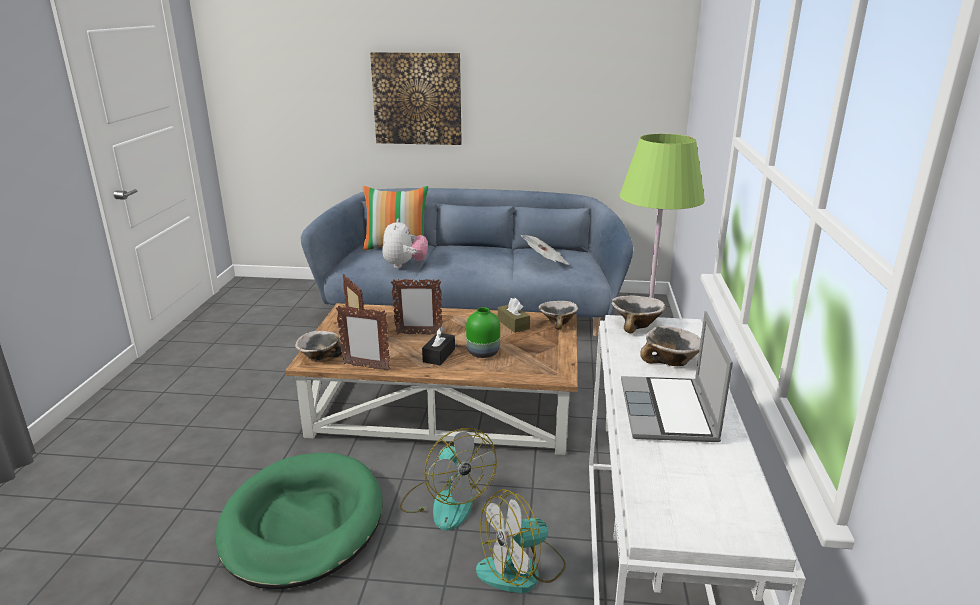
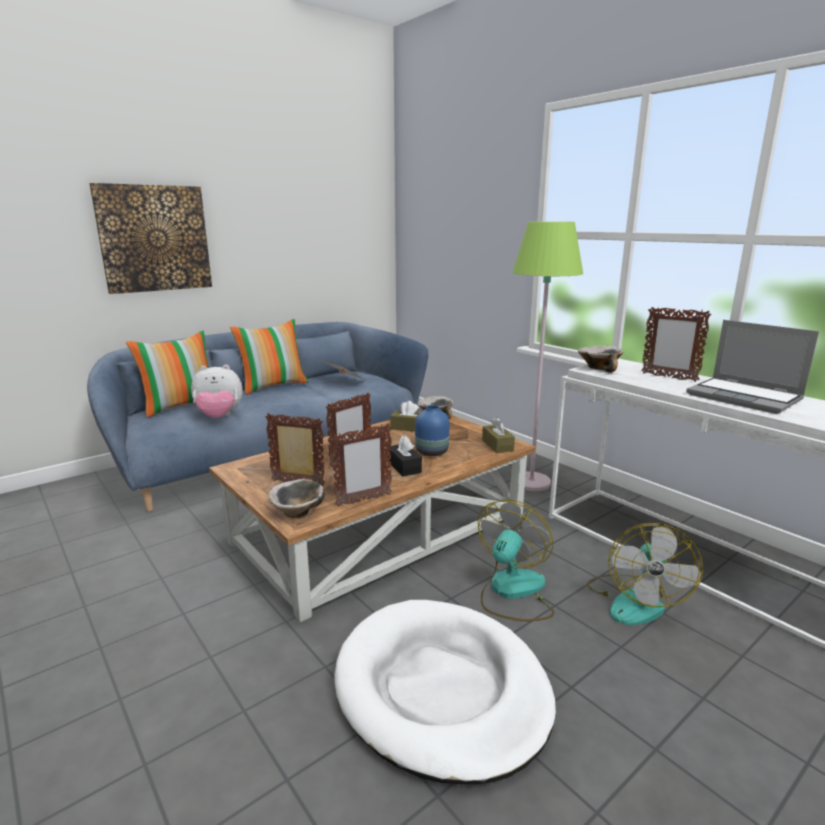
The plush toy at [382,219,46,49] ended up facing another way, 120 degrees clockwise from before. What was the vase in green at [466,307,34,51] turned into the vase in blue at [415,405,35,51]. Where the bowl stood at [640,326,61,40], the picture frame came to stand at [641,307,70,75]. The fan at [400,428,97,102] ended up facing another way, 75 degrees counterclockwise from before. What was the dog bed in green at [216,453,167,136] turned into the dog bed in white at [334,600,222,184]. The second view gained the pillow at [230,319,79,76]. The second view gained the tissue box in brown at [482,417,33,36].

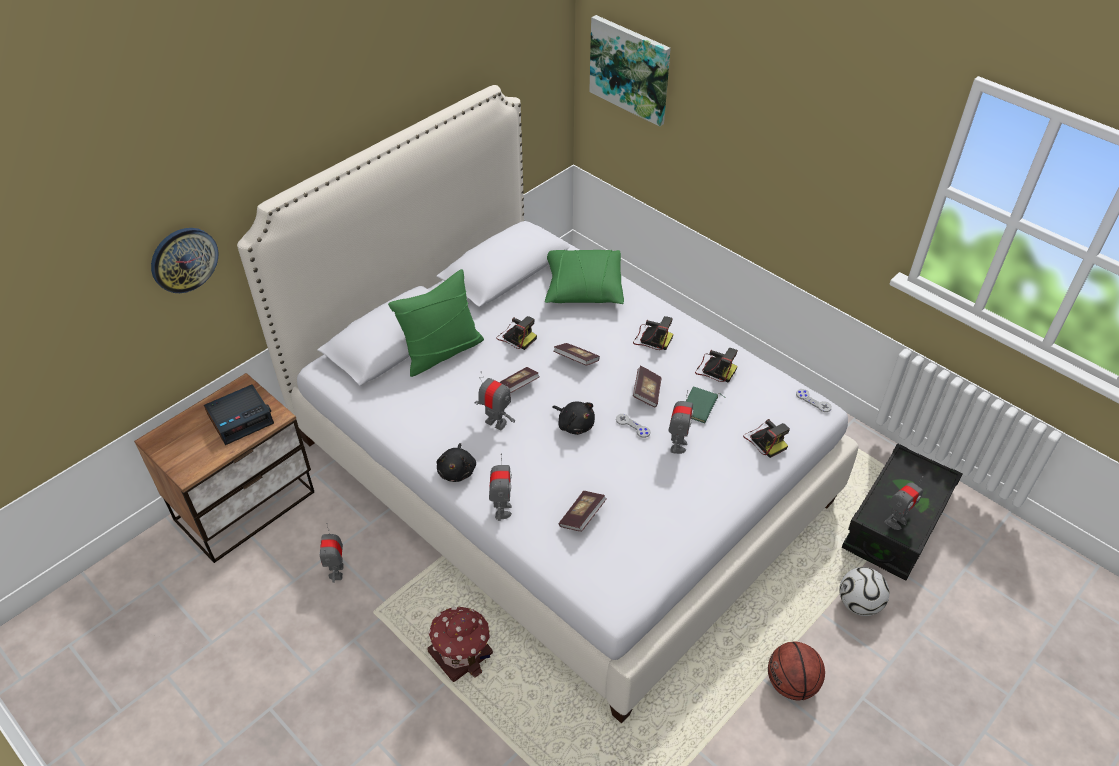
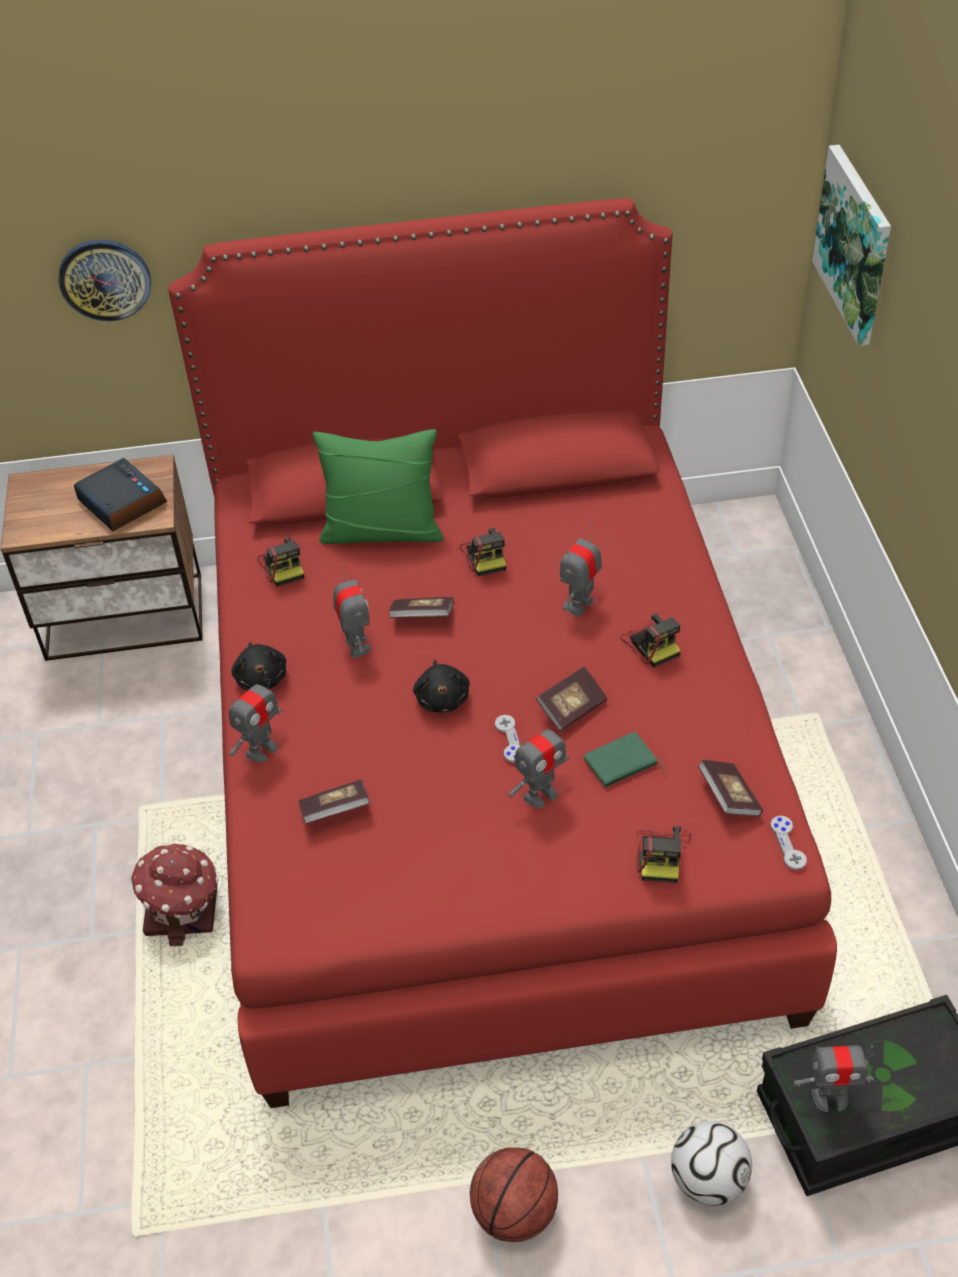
What was the bed in white at [237,85,621,639] turned into the bed in red at [168,198,669,910]. The second view lost the pillow in green at [545,250,79,54]. The book ended up elsewhere, having gone from [554,343,46,23] to [698,760,65,56]. The photo camera ended up elsewhere, having gone from [695,348,43,35] to [257,537,47,50]. The alarm clock at [204,384,70,61] ended up facing another way, 135 degrees counterclockwise from before. The plush toy in black at [436,443,40,39] ended up facing another way, 60 degrees counterclockwise from before. The toy robot ended up elsewhere, having gone from [320,523,24,60] to [560,523,42,94].

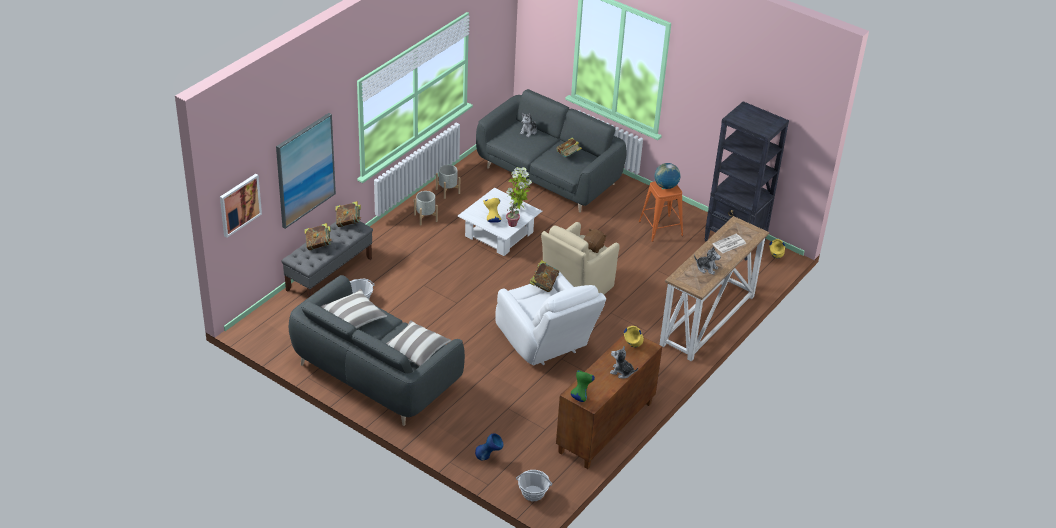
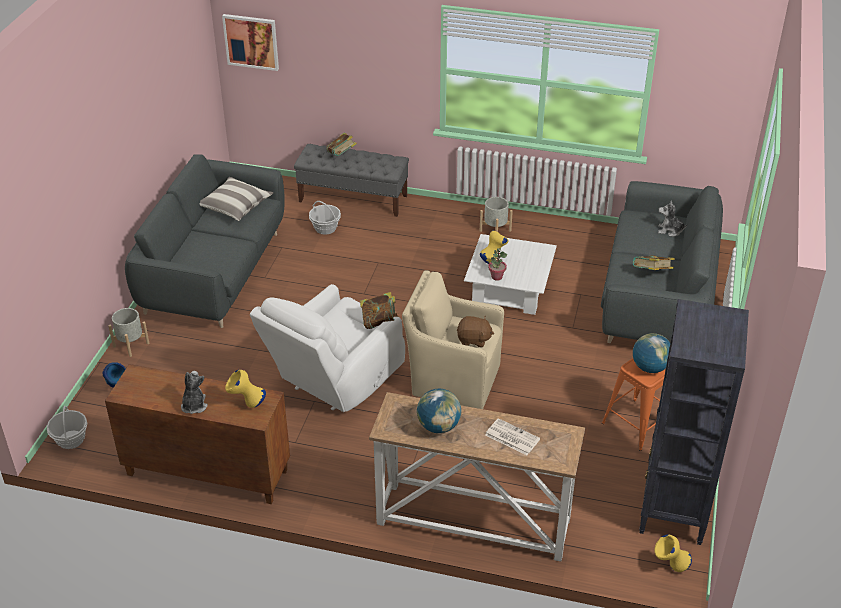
The second view lost the picture at [276,113,60,116]. The planter in grey ended up elsewhere, having gone from [436,165,24,34] to [108,308,41,49]. The second view lost the potted plant at [506,167,26,43]. The second view lost the book at [335,201,26,26]. Where the plush toy stood at [694,246,27,29], the globe came to stand at [417,389,44,44]. The second view lost the pillow at [386,320,65,47]. The second view lost the vase in green at [571,370,24,32].

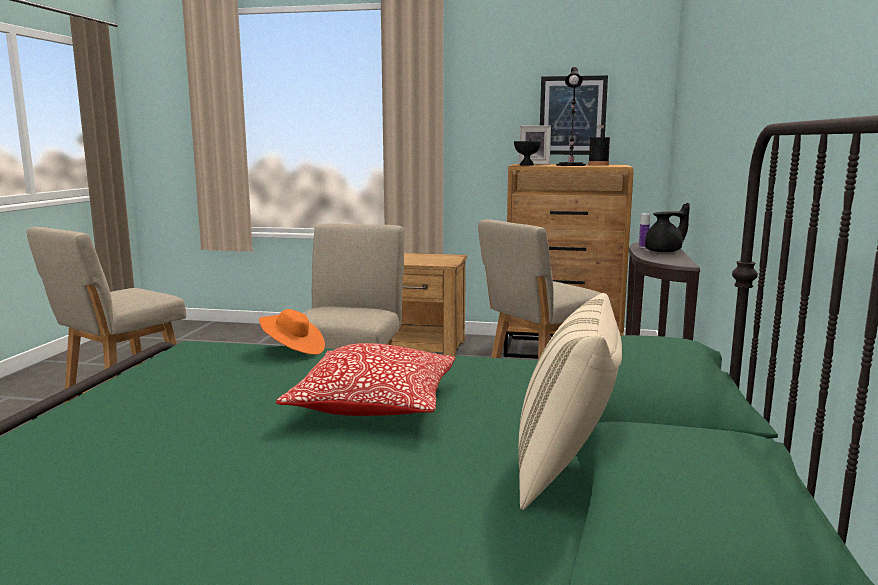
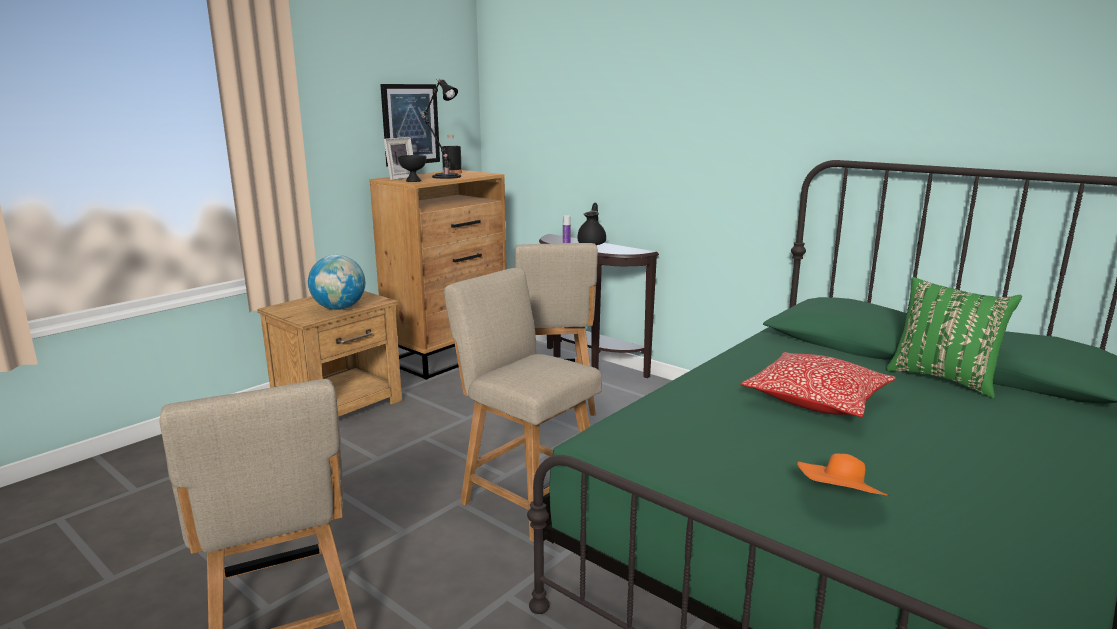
What was the pillow in beige at [518,293,104,217] turned into the pillow in green at [886,277,136,121]. The hat in orange ended up elsewhere, having gone from [259,309,66,46] to [797,454,93,43]. The second view gained the globe at [308,255,57,55].

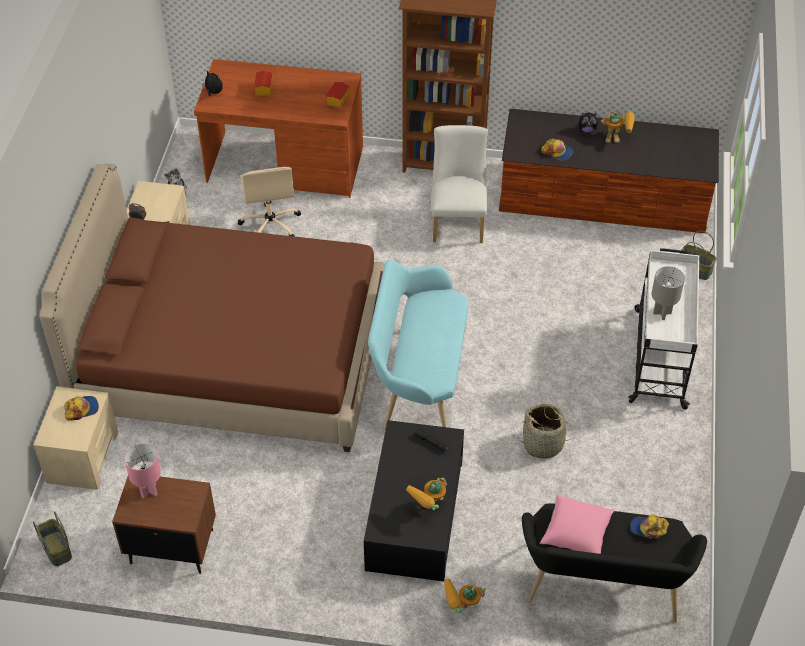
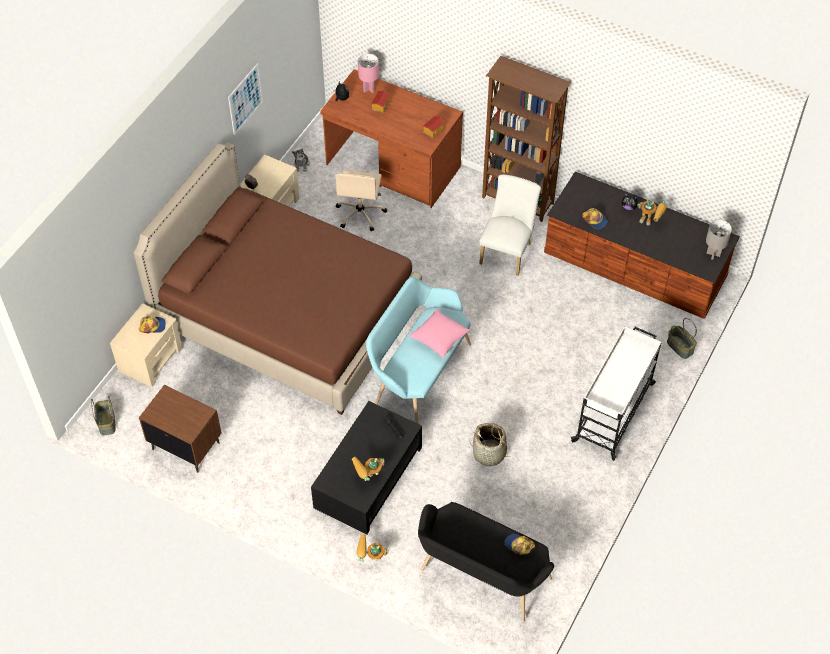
The table lamp in grey ended up elsewhere, having gone from [652,266,33,54] to [706,220,26,40]. The table lamp in pink ended up elsewhere, having gone from [124,444,37,54] to [358,54,21,39]. The pillow in pink ended up elsewhere, having gone from [540,494,75,60] to [409,309,61,49]. The second view gained the picture at [228,63,35,72].

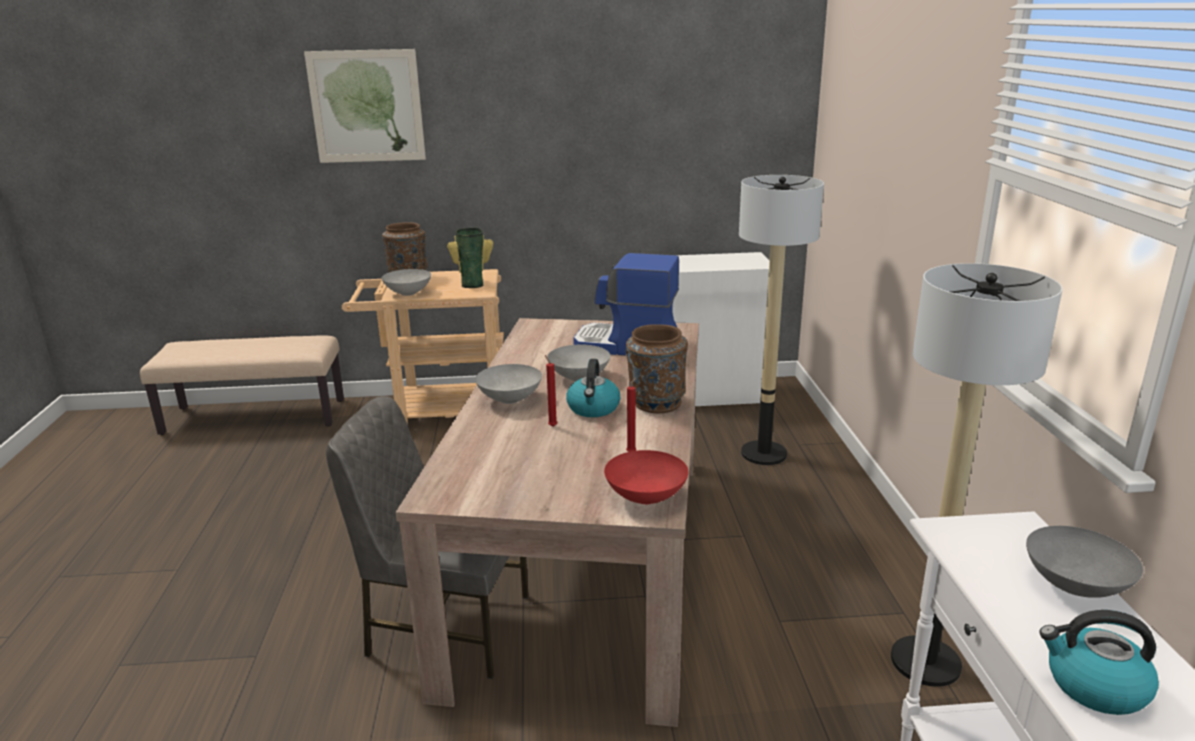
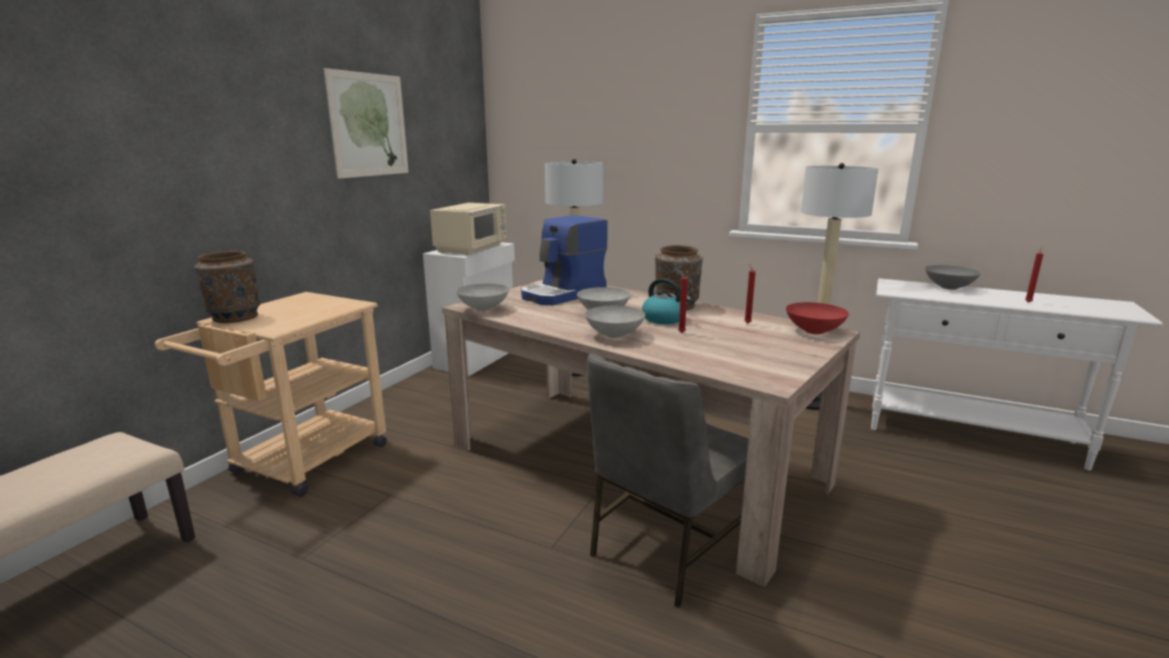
The picture ended up elsewhere, having gone from [304,49,122,114] to [323,68,86,111]. The second view lost the vase at [447,228,46,60]. The bowl in grey ended up elsewhere, having gone from [382,269,49,27] to [456,283,53,28]. Where the kettle stood at [1039,610,120,105], the candle in red came to stand at [1025,247,18,56]. The second view gained the microwave in beige at [430,203,77,52].

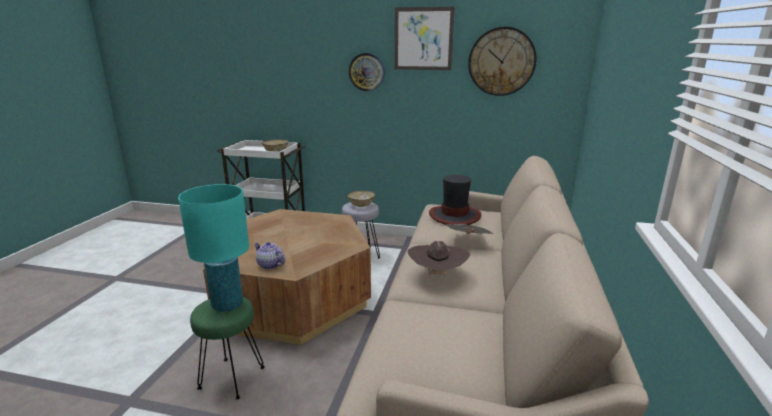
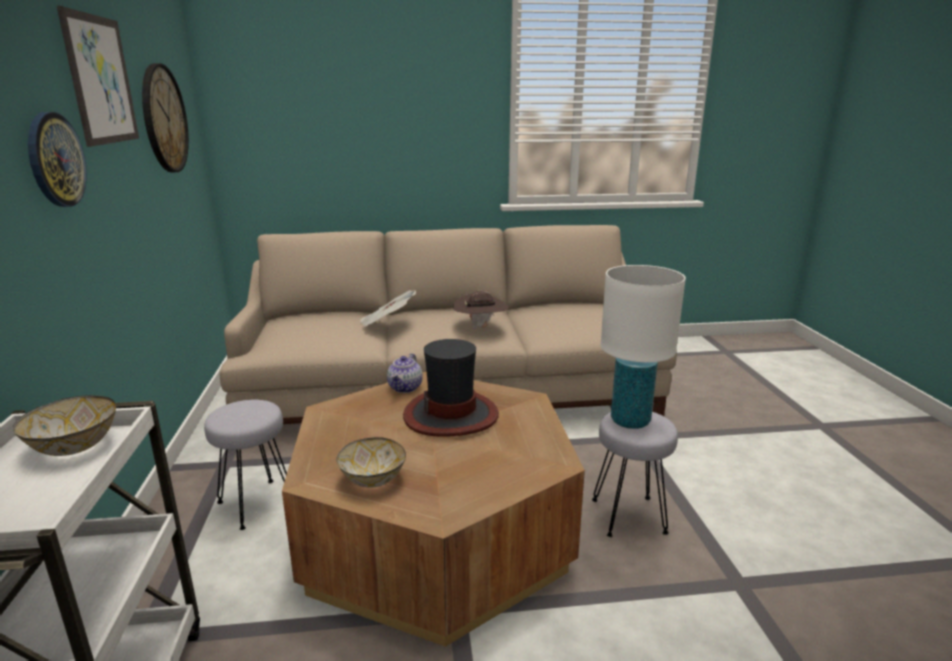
The hat ended up elsewhere, having gone from [429,175,52,50] to [403,339,96,98]. What was the table lamp in turquoise at [178,184,71,128] turned into the table lamp in white at [601,265,85,164]. The bowl ended up elsewhere, having gone from [347,190,28,17] to [336,437,70,51]. The teapot ended up elsewhere, having gone from [254,242,31,27] to [387,353,36,40]. What was the stool in green at [190,297,75,103] turned into the stool in grey at [592,412,86,125].

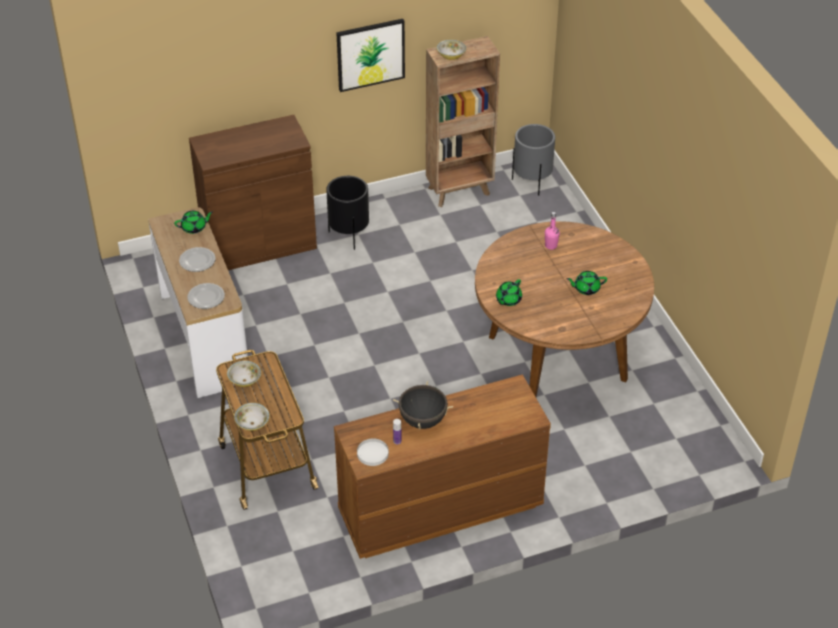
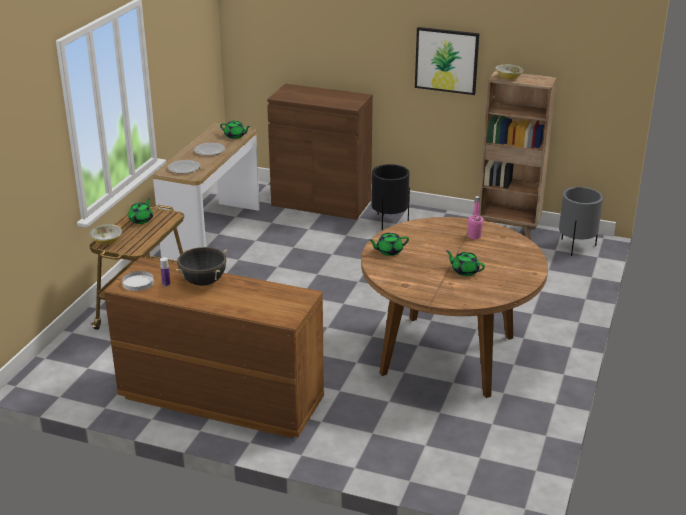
Where the bowl stood at [227,361,34,26], the teapot in green came to stand at [128,198,25,26].

